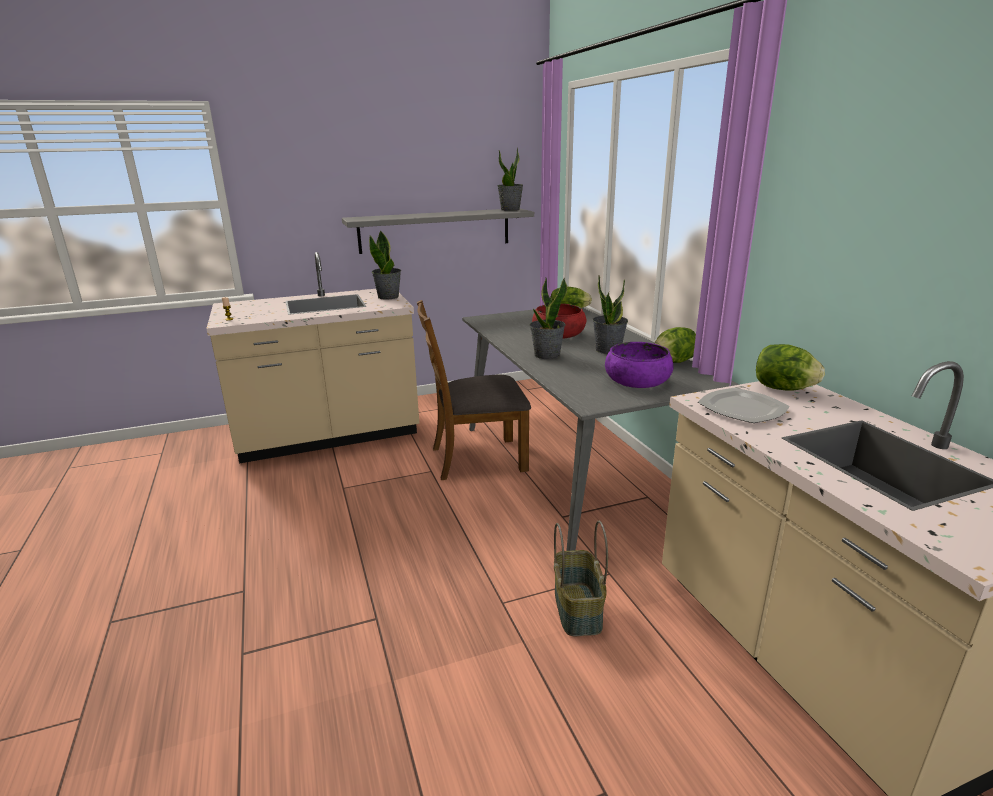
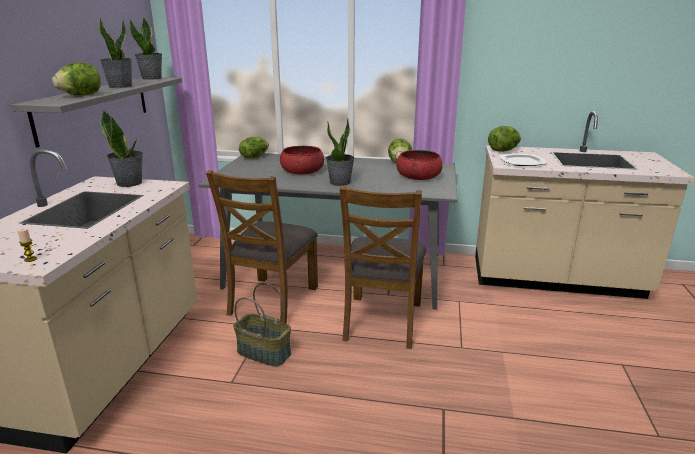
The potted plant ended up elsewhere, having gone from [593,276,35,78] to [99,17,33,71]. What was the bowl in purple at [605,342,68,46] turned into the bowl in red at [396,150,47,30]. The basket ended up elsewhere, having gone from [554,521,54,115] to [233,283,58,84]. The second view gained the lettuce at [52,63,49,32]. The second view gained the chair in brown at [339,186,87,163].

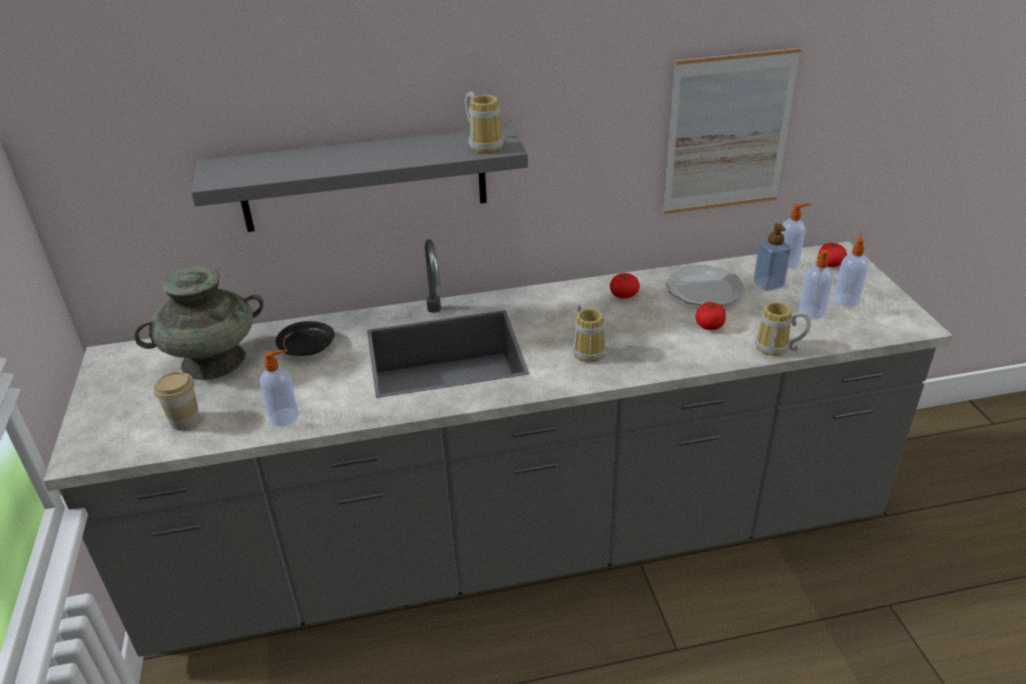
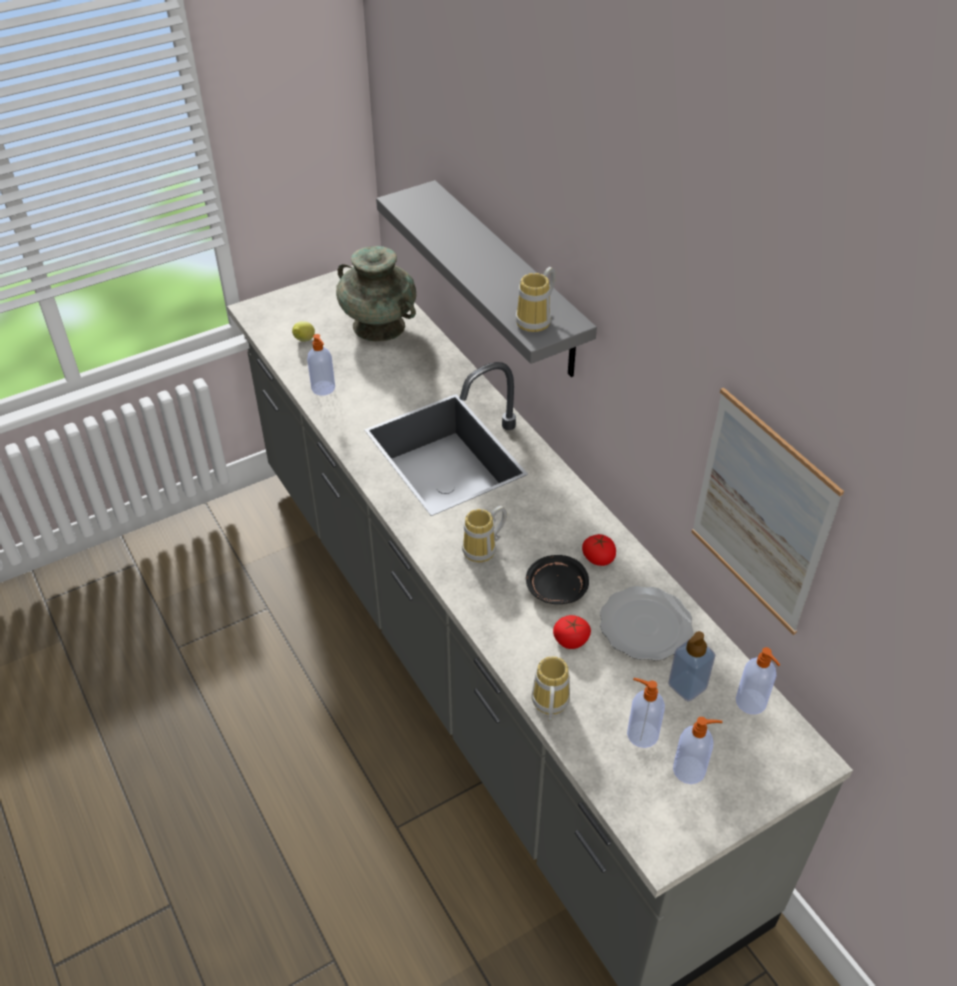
The second view lost the tomato at [818,243,29,24]. The plate in black ended up elsewhere, having gone from [276,321,59,35] to [526,555,63,49]. Where the cup stood at [153,372,47,59], the lemon came to stand at [292,321,23,21].

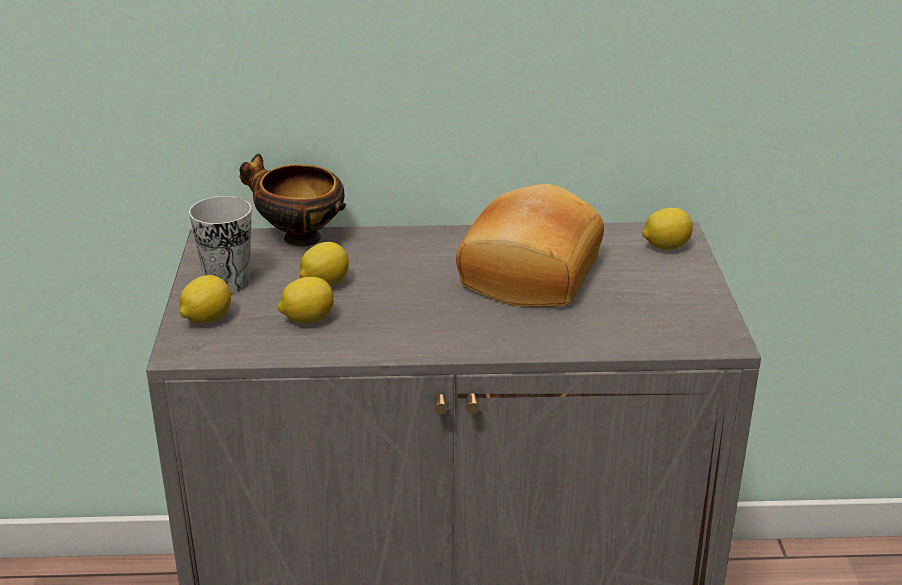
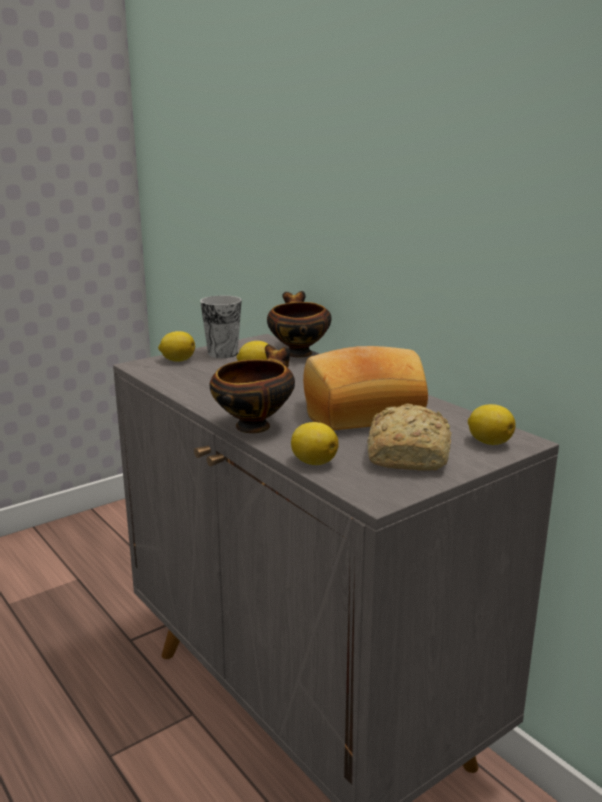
The lemon ended up elsewhere, having gone from [278,277,56,47] to [291,422,48,43]. The second view gained the bowl at [209,344,86,89]. The second view gained the bread at [367,404,84,67].

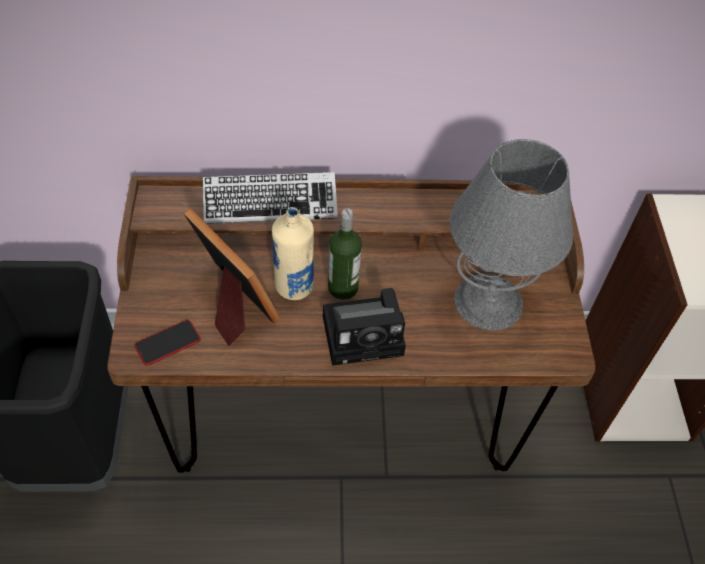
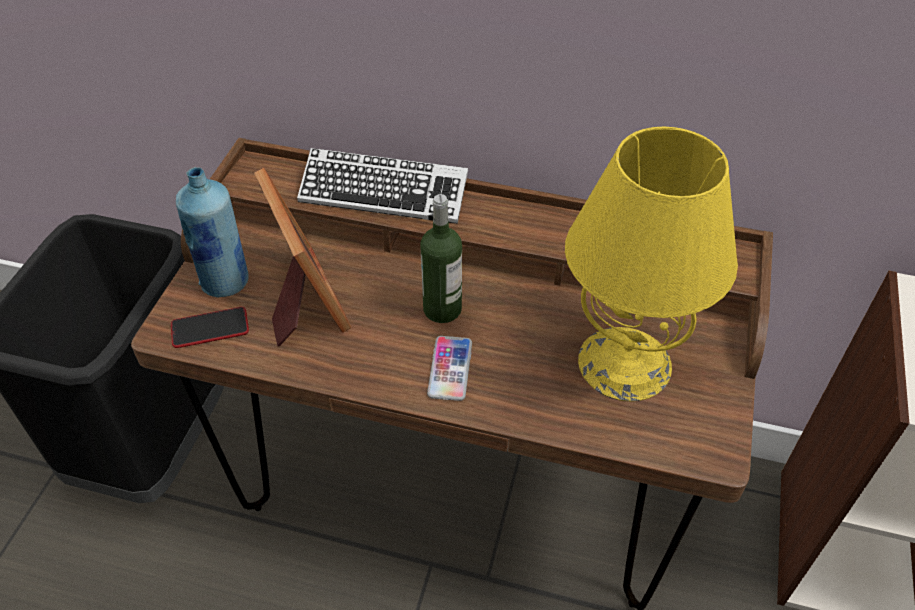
What was the table lamp in grey at [450,139,123,192] turned into the table lamp in yellow at [565,127,173,274]. The second view lost the bottle in beige at [272,207,42,93]. Where the photo camera stood at [323,288,83,78], the phone came to stand at [427,336,45,65]. The second view gained the bottle in blue at [176,167,73,131].

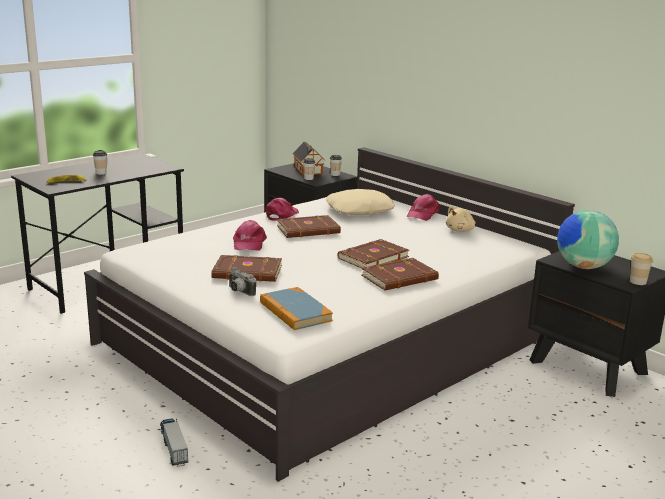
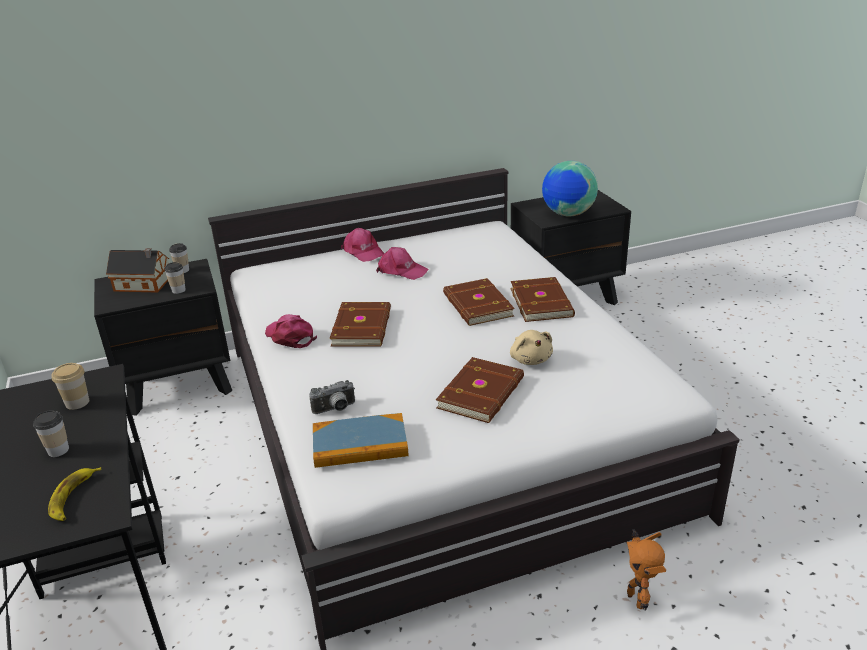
The second view lost the pillow in beige at [326,189,69,26]. The plush toy in beige ended up elsewhere, having gone from [446,206,29,26] to [510,330,43,35]. The cap in pink ended up elsewhere, having gone from [233,220,34,31] to [376,247,53,33]. The cup ended up elsewhere, having gone from [630,253,23,32] to [51,363,38,47]. The photo camera ended up elsewhere, having gone from [228,267,28,29] to [309,380,46,34]. The book ended up elsewhere, having gone from [260,287,73,43] to [313,413,96,55]. Where the toy truck stood at [160,418,28,49], the toy robot came to stand at [627,529,39,82].

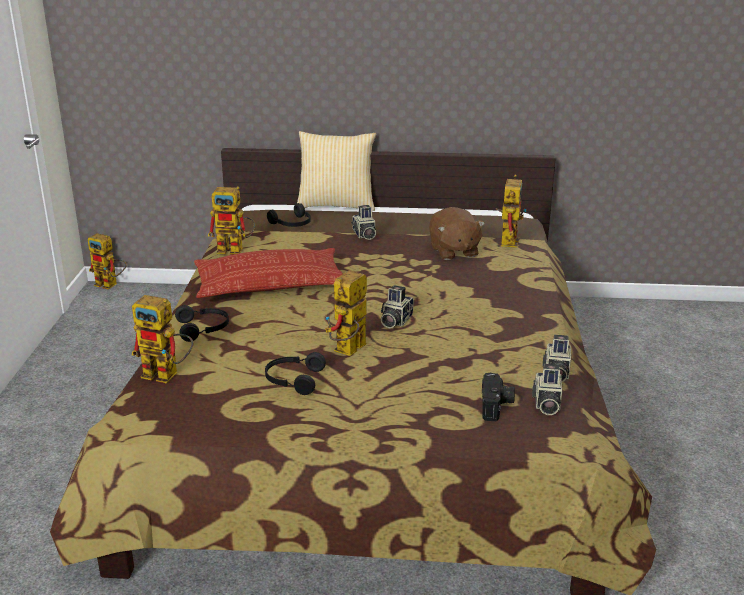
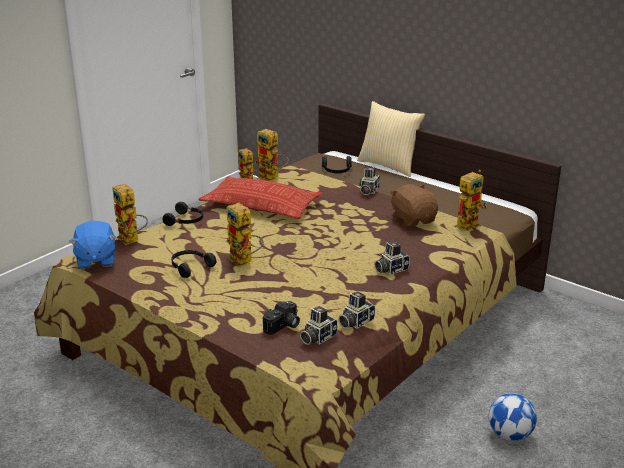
The plush toy in brown at [429,207,56,53] ended up facing another way, 135 degrees clockwise from before. The toy robot at [325,270,42,86] ended up facing another way, 105 degrees counterclockwise from before. The photo camera ended up elsewhere, having gone from [381,285,32,43] to [374,242,36,33]. The second view gained the plush toy in blue at [69,221,47,49]. The second view gained the football at [489,393,48,48].

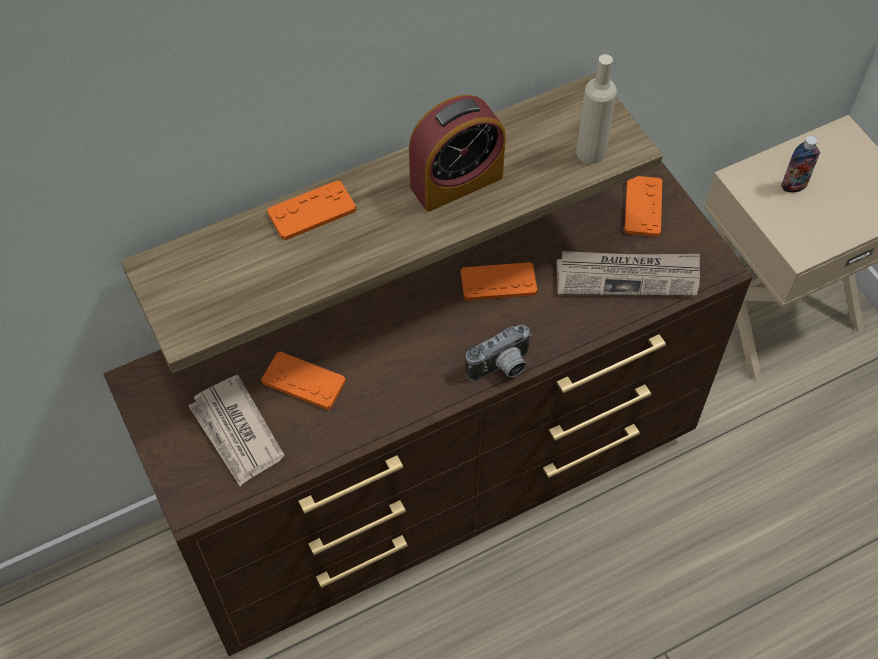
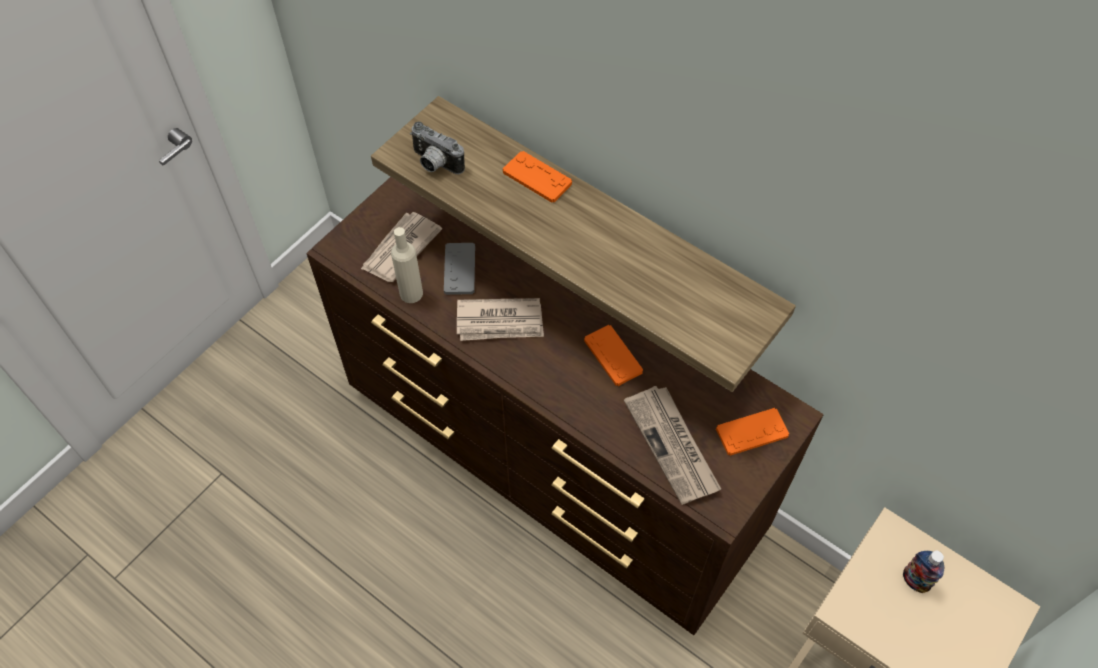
The bottle in beige ended up elsewhere, having gone from [576,54,41,110] to [391,227,32,76]. The second view lost the alarm clock at [409,95,97,117]. The photo camera ended up elsewhere, having gone from [465,325,67,56] to [410,121,55,53]. What was the game controller in orange at [261,352,85,58] turned into the game controller in grey at [444,243,31,52]. The second view gained the newspaper at [457,298,87,43].

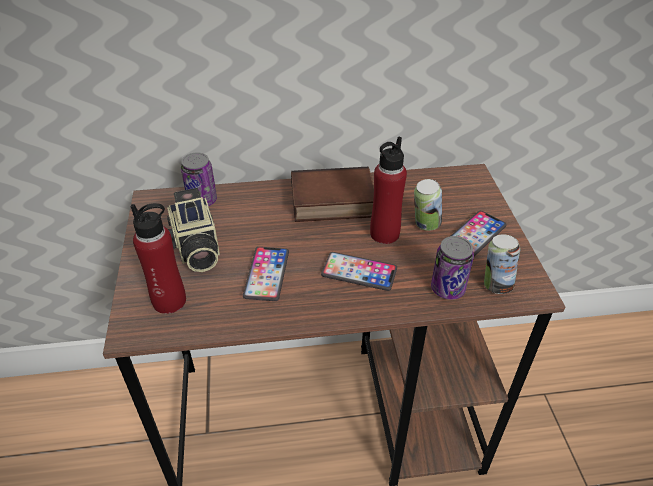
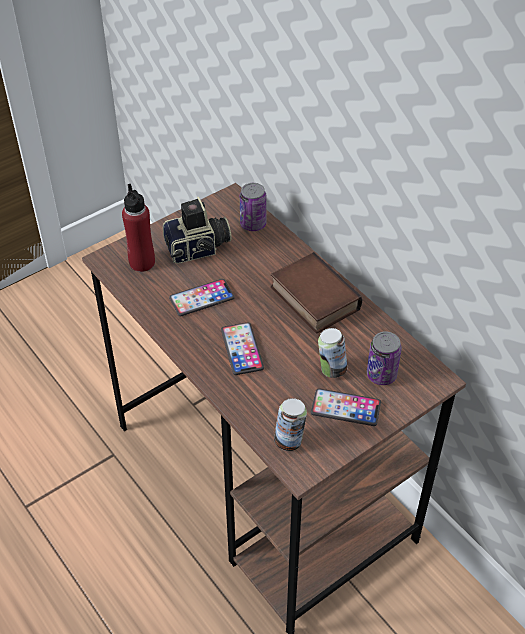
The second view lost the bottle in red at [370,136,37,108]. The photo camera at [167,188,53,84] ended up facing another way, 150 degrees counterclockwise from before. The can ended up elsewhere, having gone from [431,236,43,64] to [367,331,35,54].

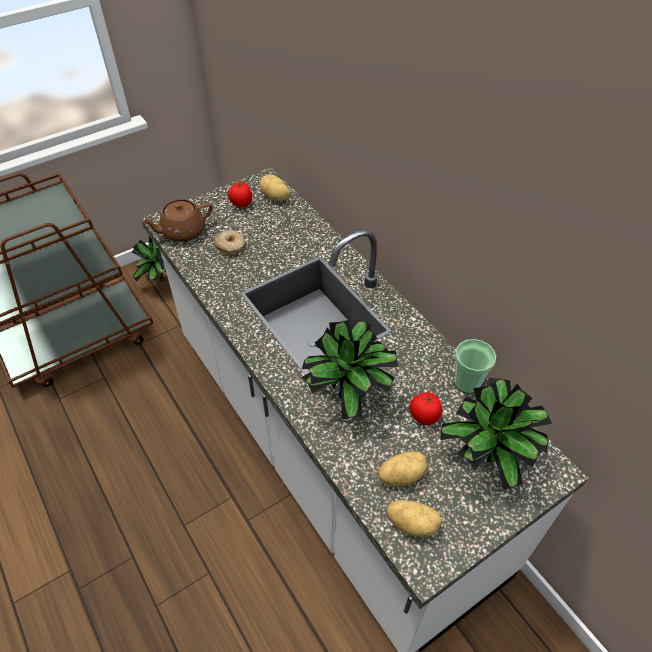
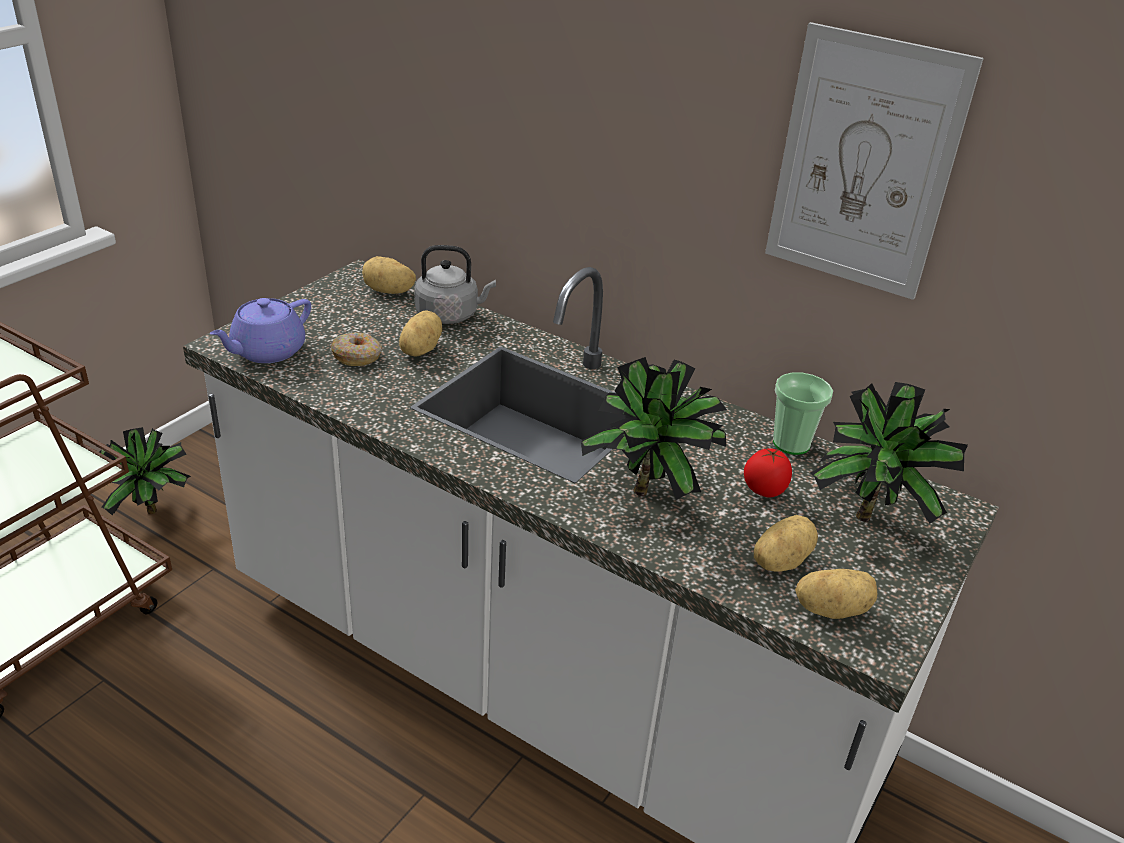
The second view lost the tomato at [228,182,24,26]. What was the teapot in brown at [141,199,72,43] turned into the teapot in purple at [209,298,102,65]. The second view gained the picture at [765,22,219,278]. The second view gained the kettle in grey at [414,245,82,79]. The second view gained the potato at [399,310,43,47].

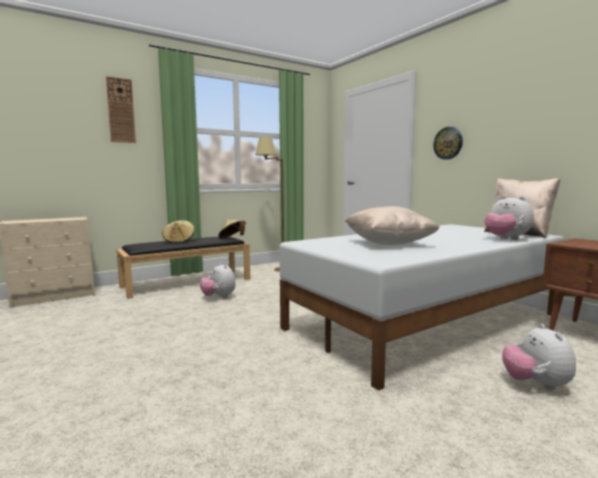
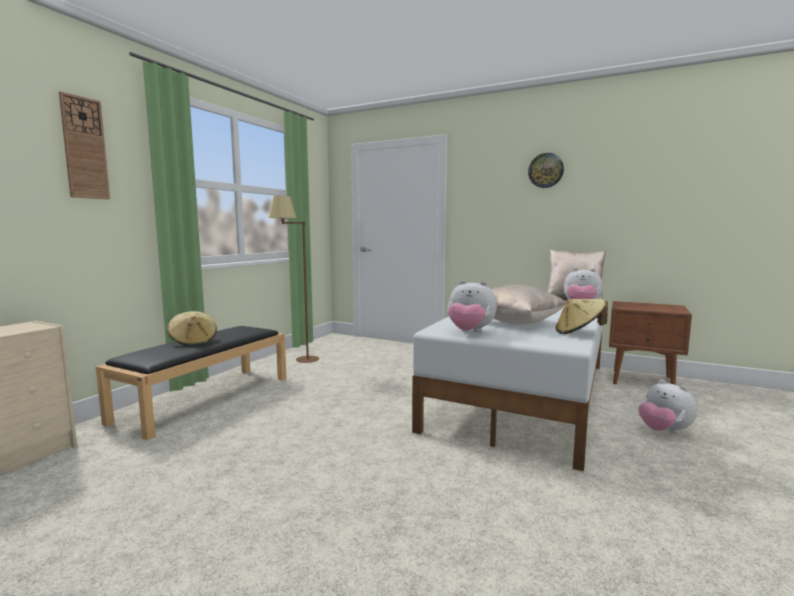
The wall clock ended up elsewhere, having gone from [433,127,30,33] to [528,153,36,35]. The hat in beige ended up elsewhere, having gone from [219,220,27,18] to [556,299,52,35]. The plush toy ended up elsewhere, having gone from [200,263,36,35] to [448,280,49,52].

